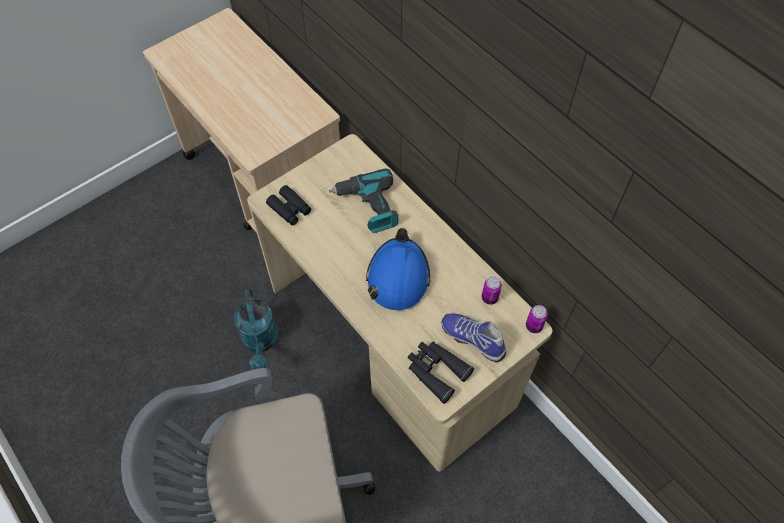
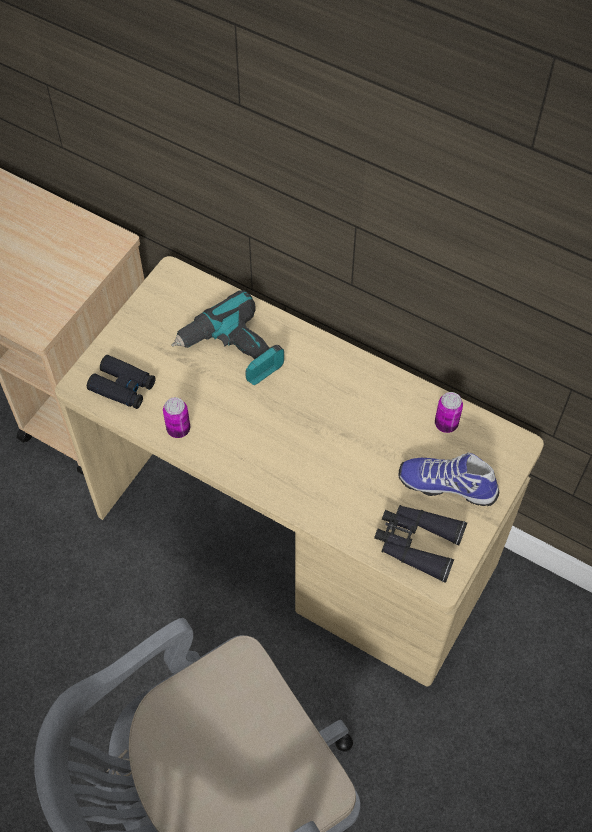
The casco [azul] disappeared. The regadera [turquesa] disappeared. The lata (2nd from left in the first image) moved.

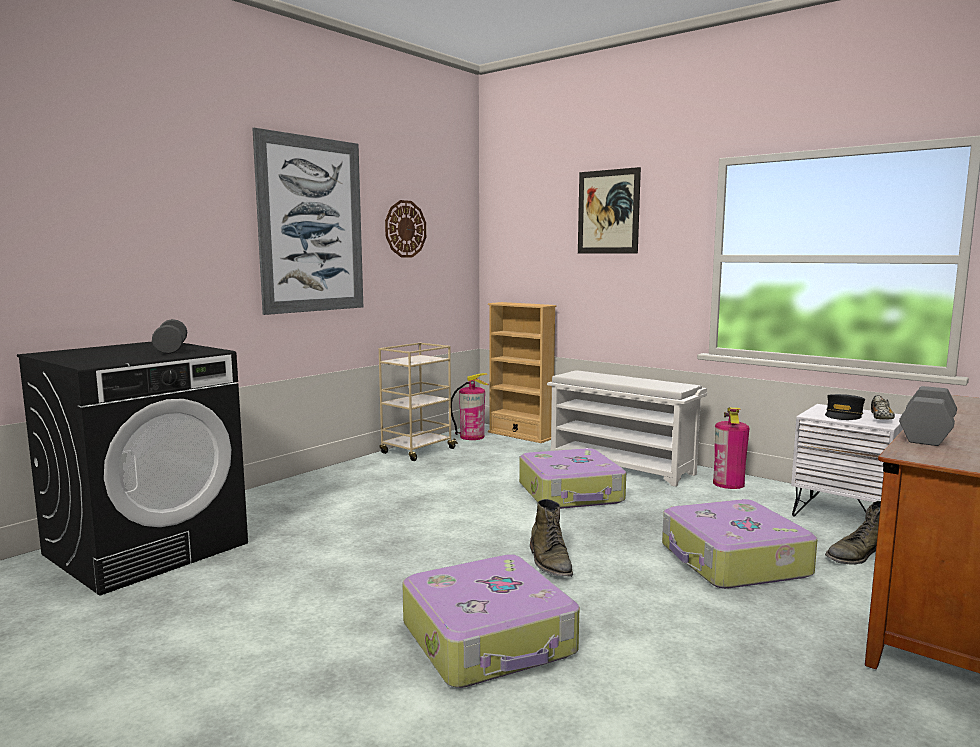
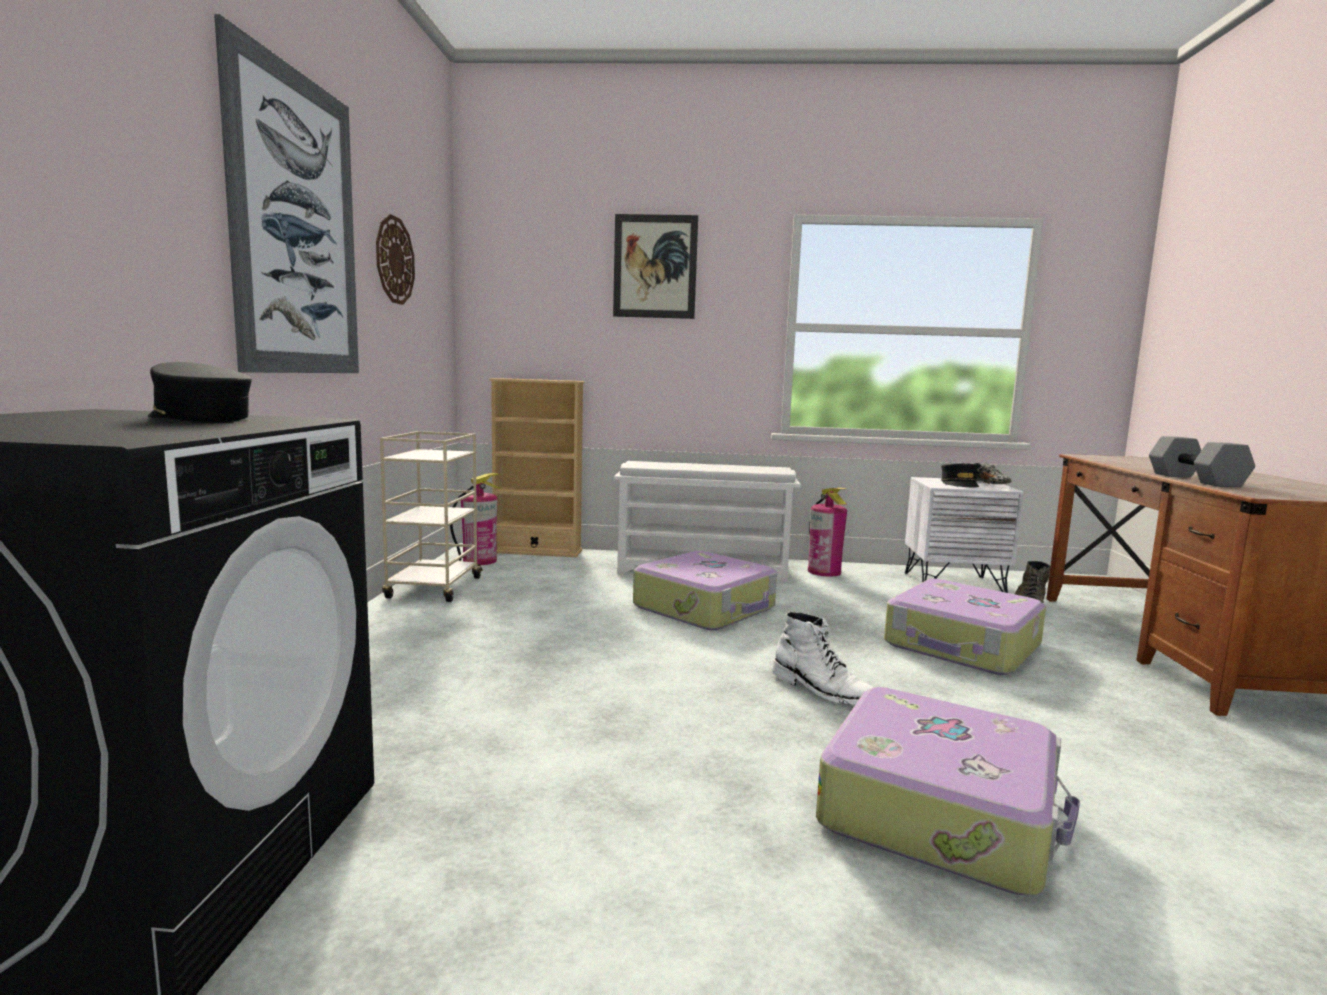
The mancuerna [gris] (1st from left) was replaced by the gorra [negro] (1st from left). The bota [verde] (1st from left) became the bota [blanco].

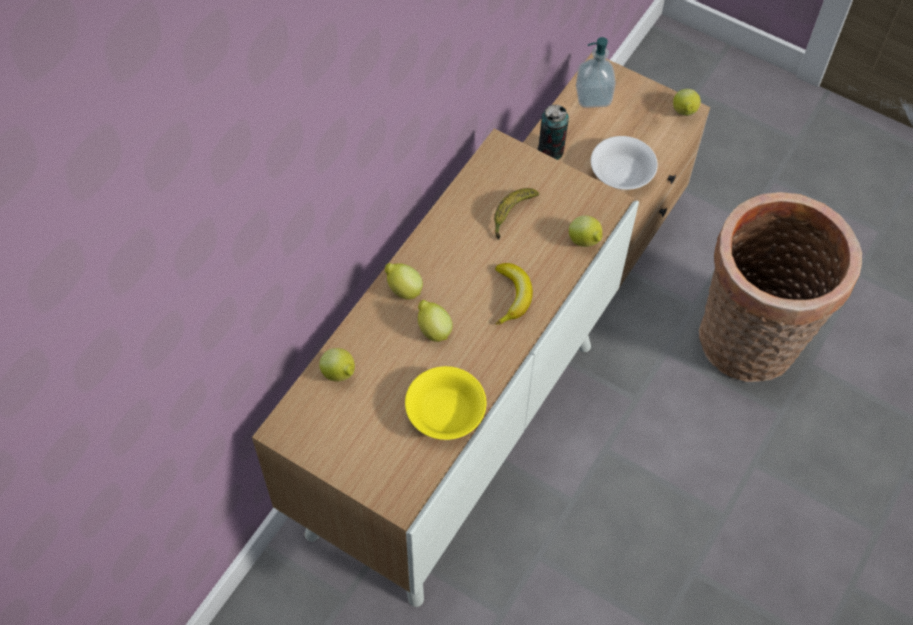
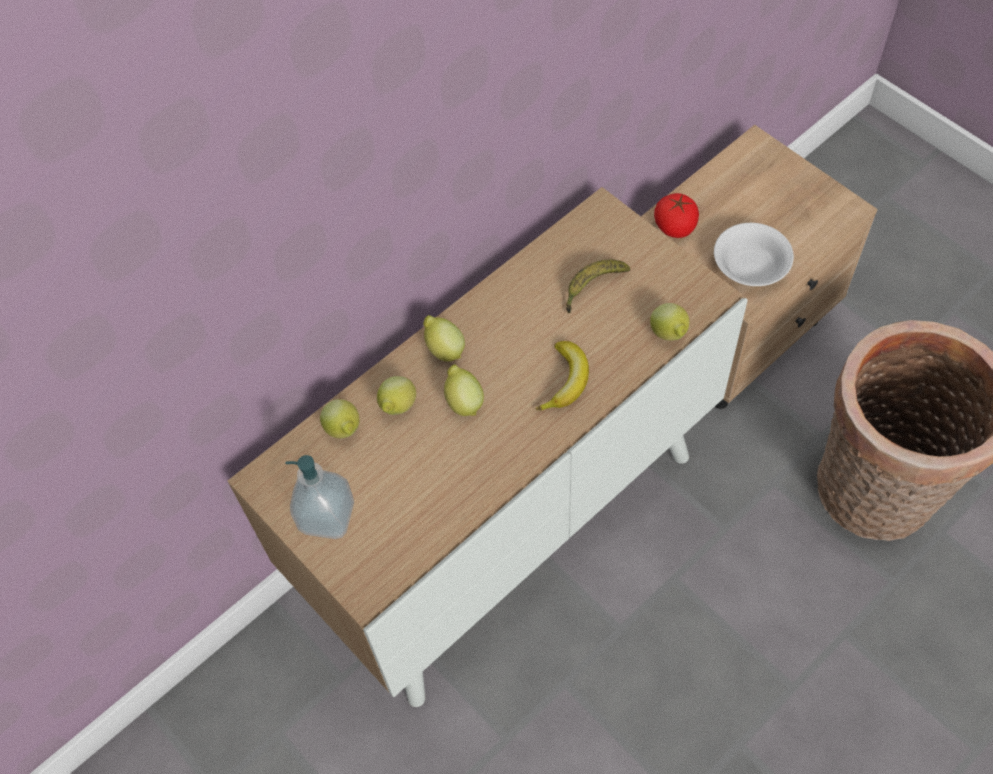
The dispensador de jabón moved. The limón (5th from left in the first image) moved. The lata was replaced by the tomate. The cuenco [amarillo] disappeared.

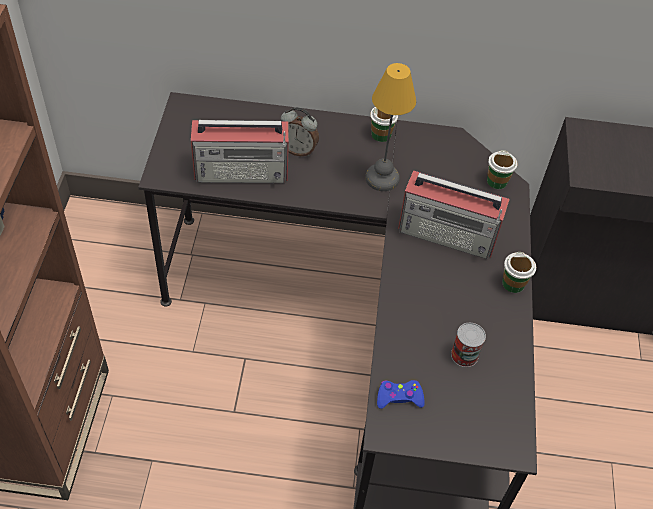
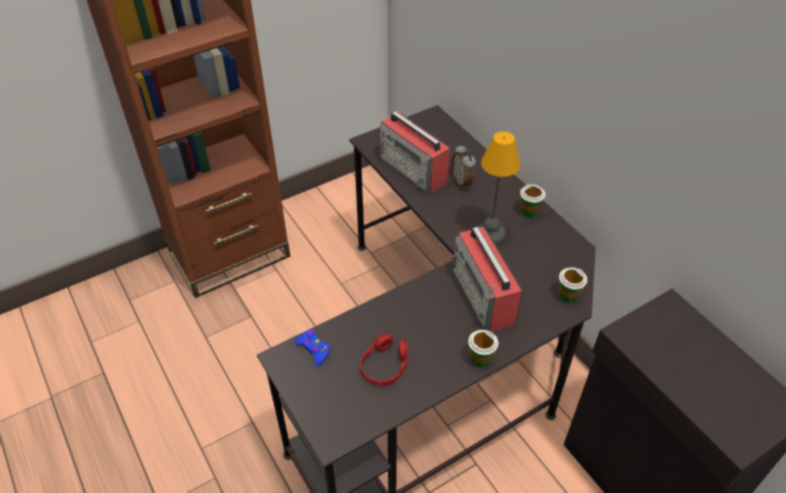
The lata was replaced by the auriculares [rojo].

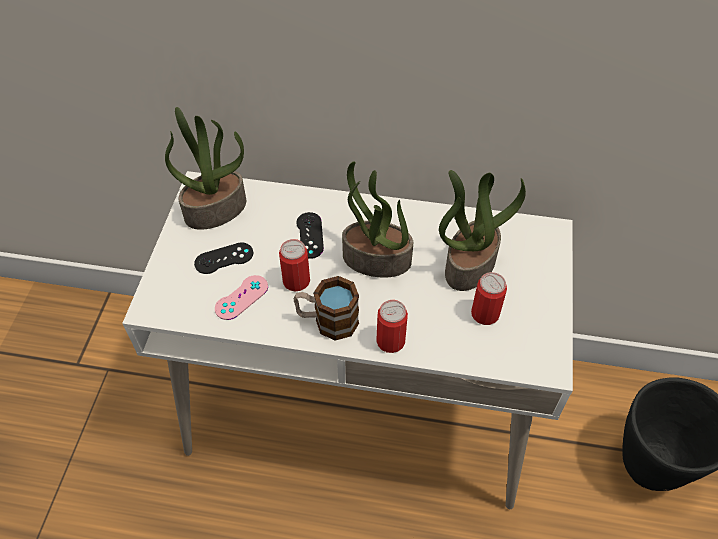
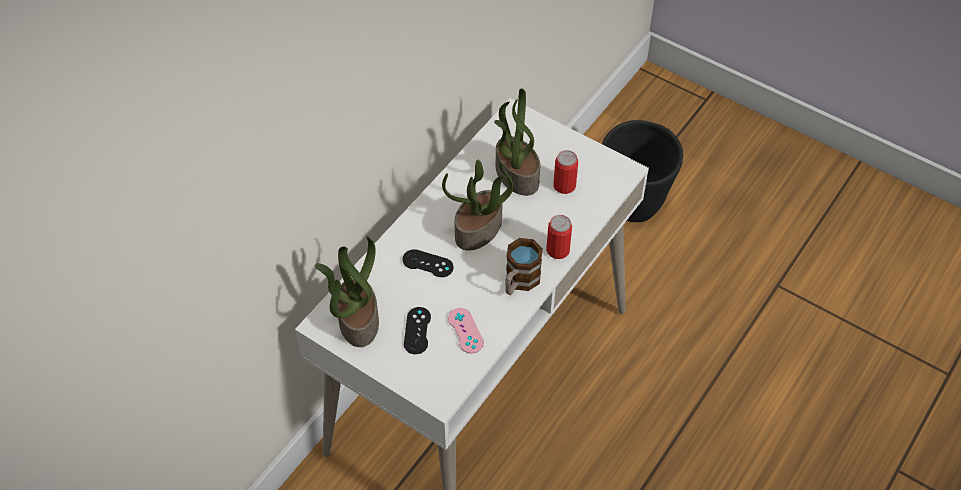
The lata (1st from left) disappeared.

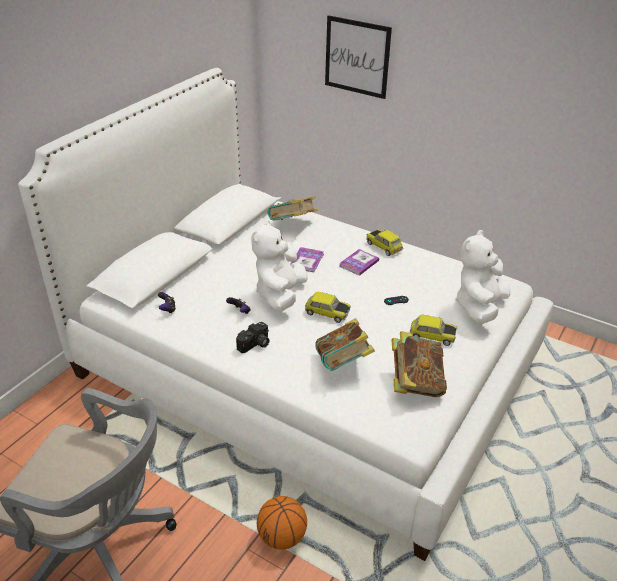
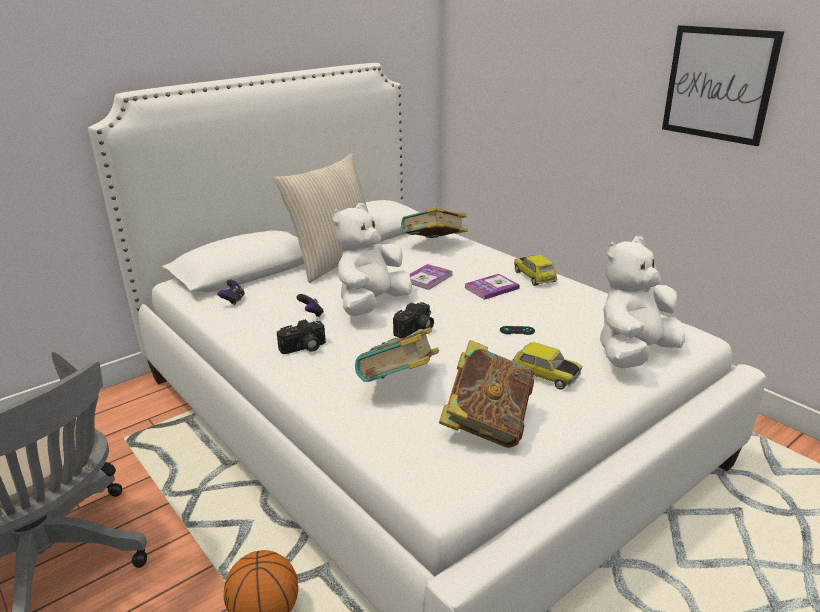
The cuadro moved. The coche de juguete (1st from left) was replaced by the cámara (2nd from left). The cojín [beis] appeared.

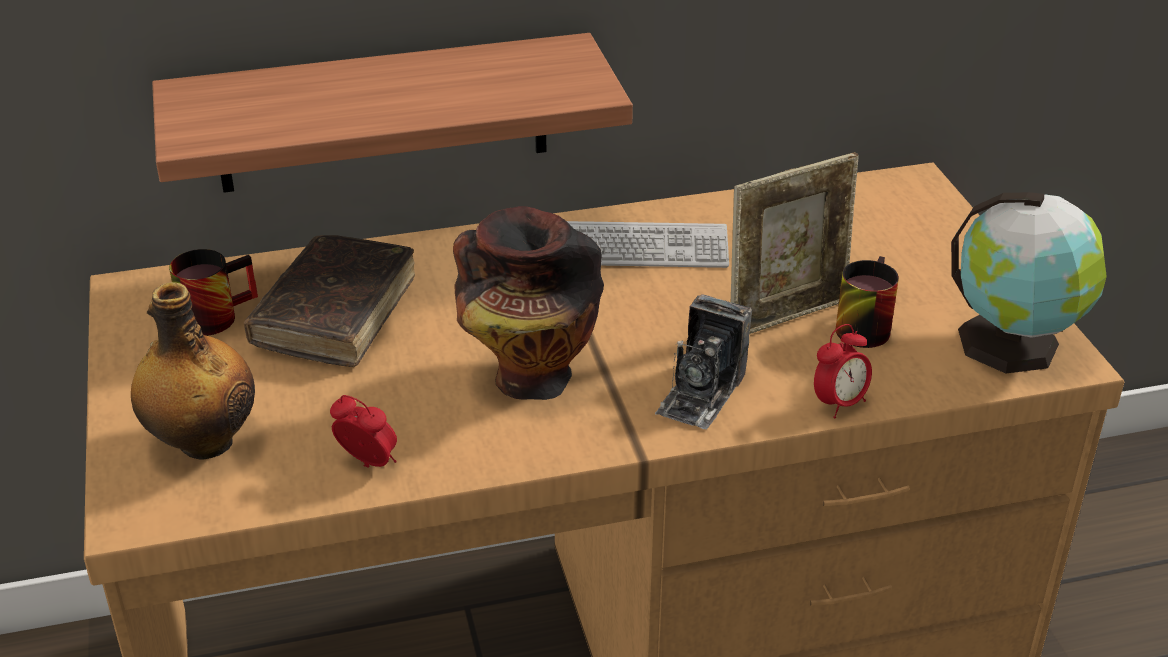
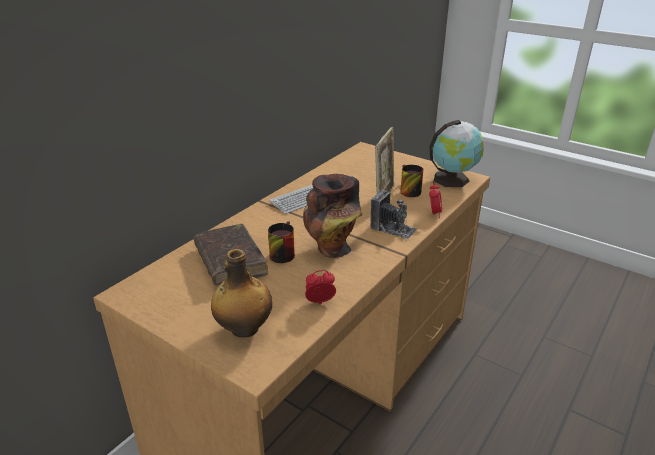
The estante disappeared. The taza grande (1st from left) moved. The cámara turned 45 degrees counterclockwise.

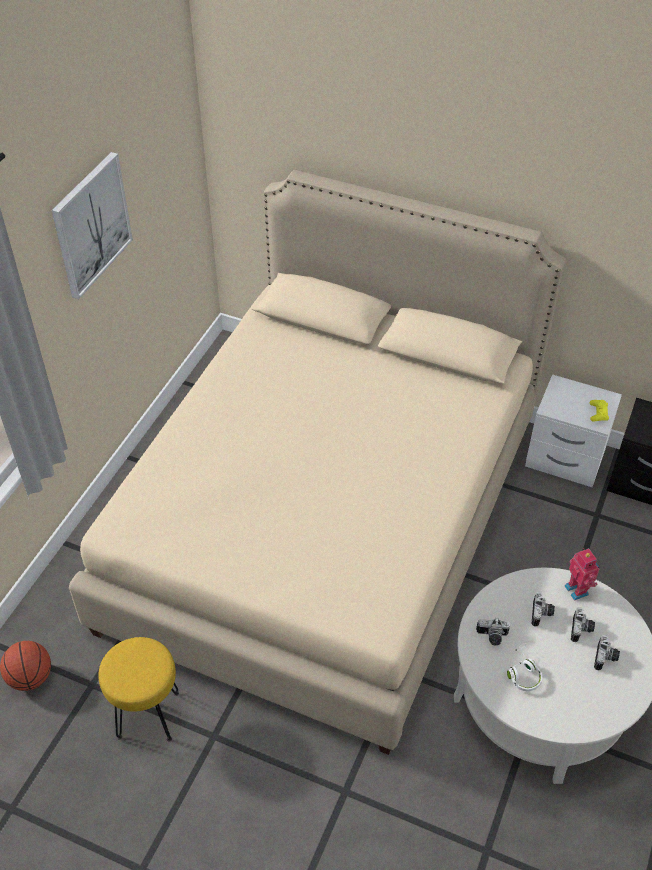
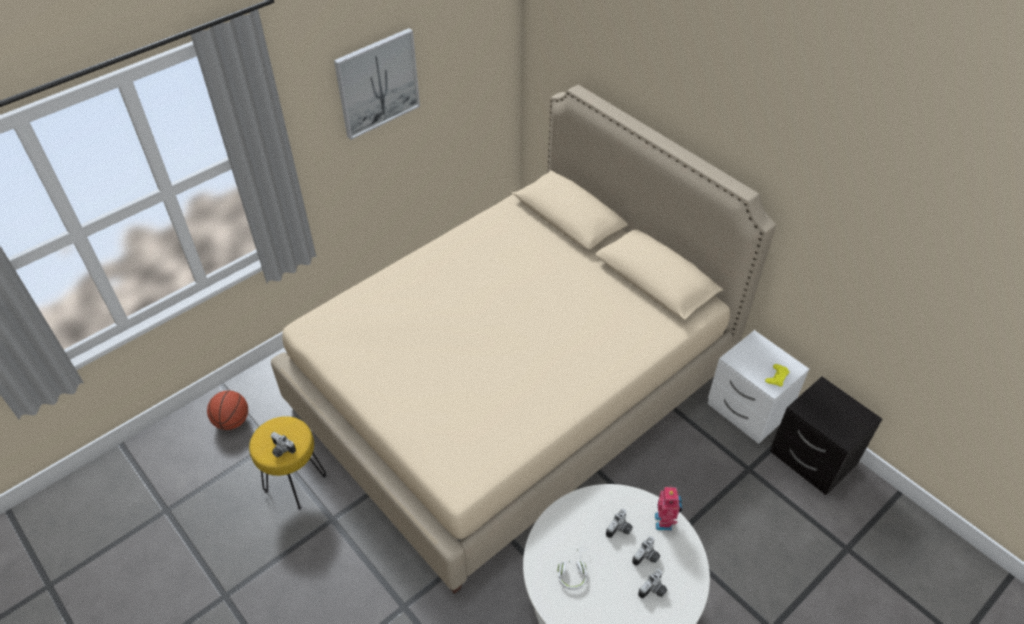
The cámara (1st from left) moved.

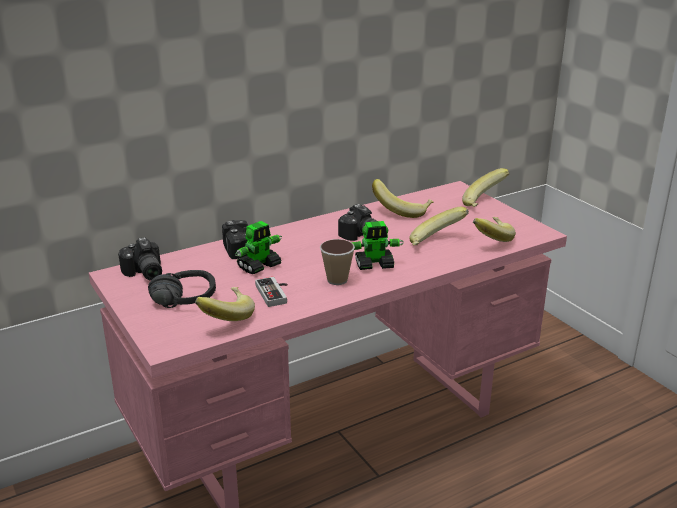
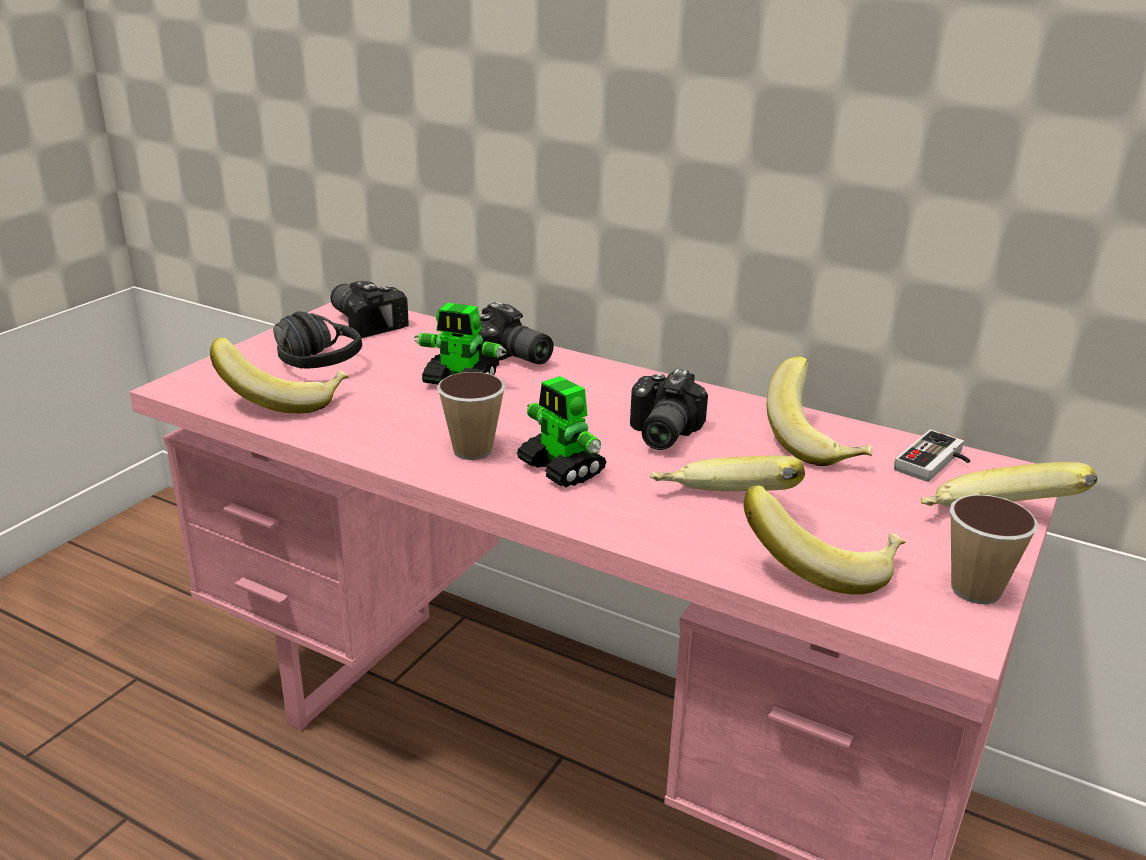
The cámara (1st from left) turned 105 degrees clockwise. The mando de consola moved. The taza (2nd from left) appeared.

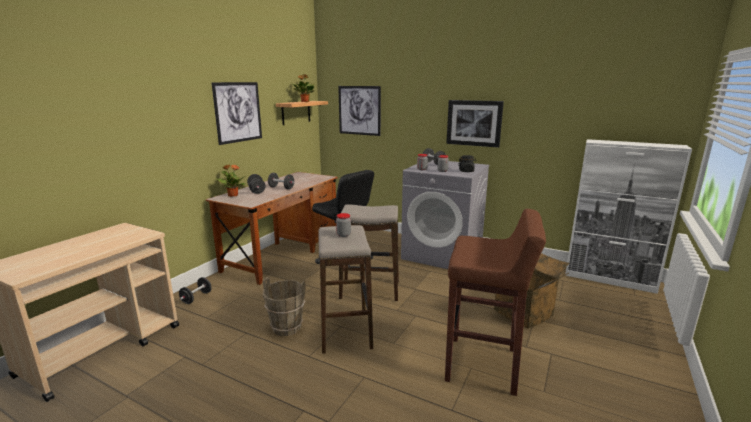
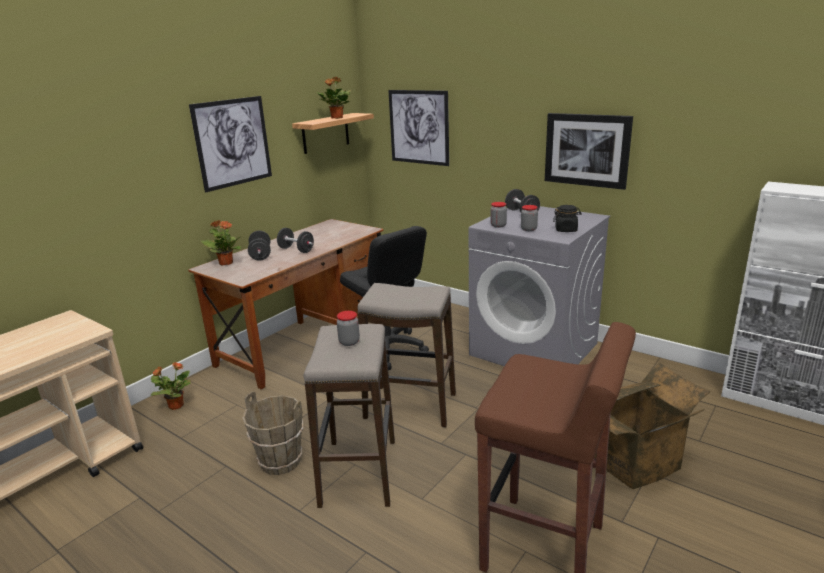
The mancuerna [negro] (1st from left) was replaced by the planta en maceta (1st from left).

